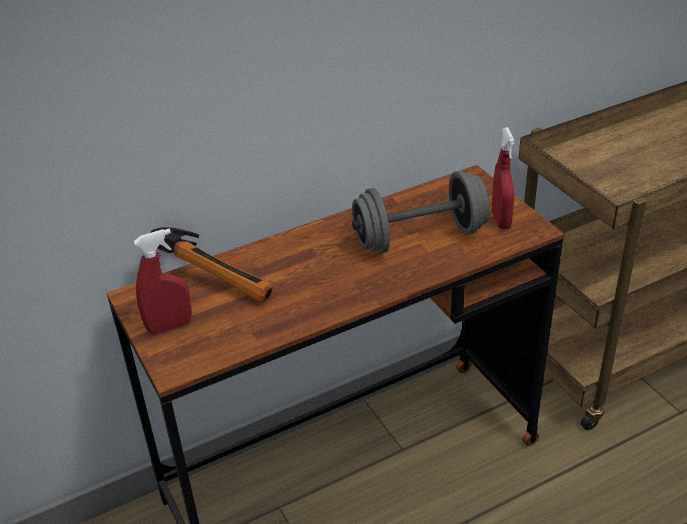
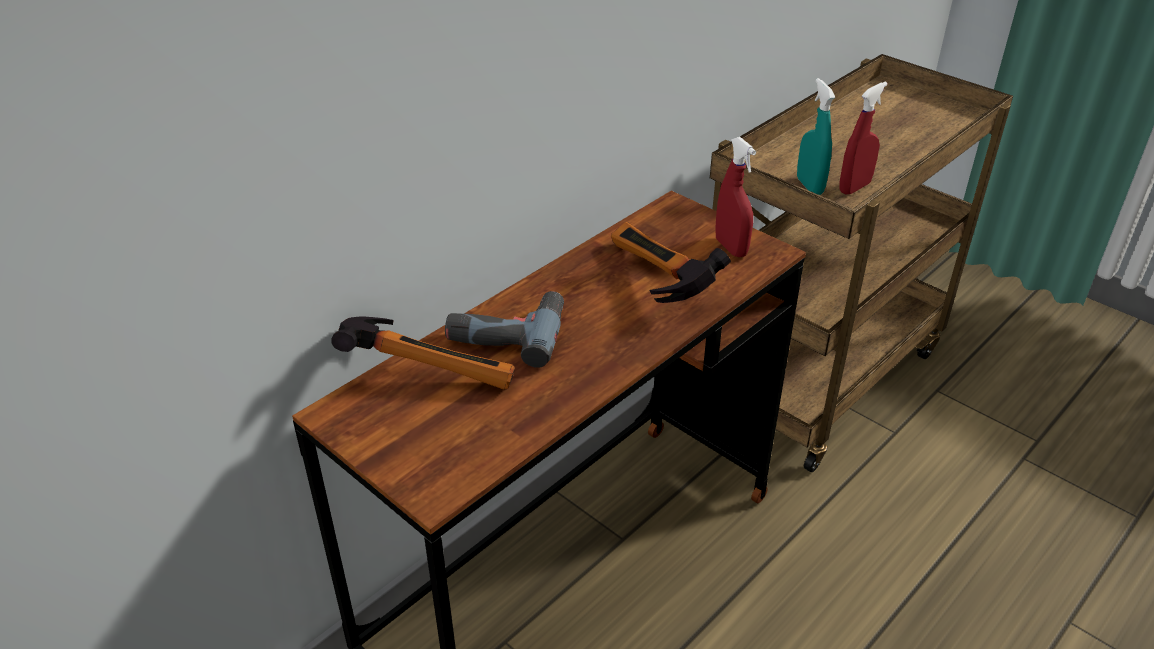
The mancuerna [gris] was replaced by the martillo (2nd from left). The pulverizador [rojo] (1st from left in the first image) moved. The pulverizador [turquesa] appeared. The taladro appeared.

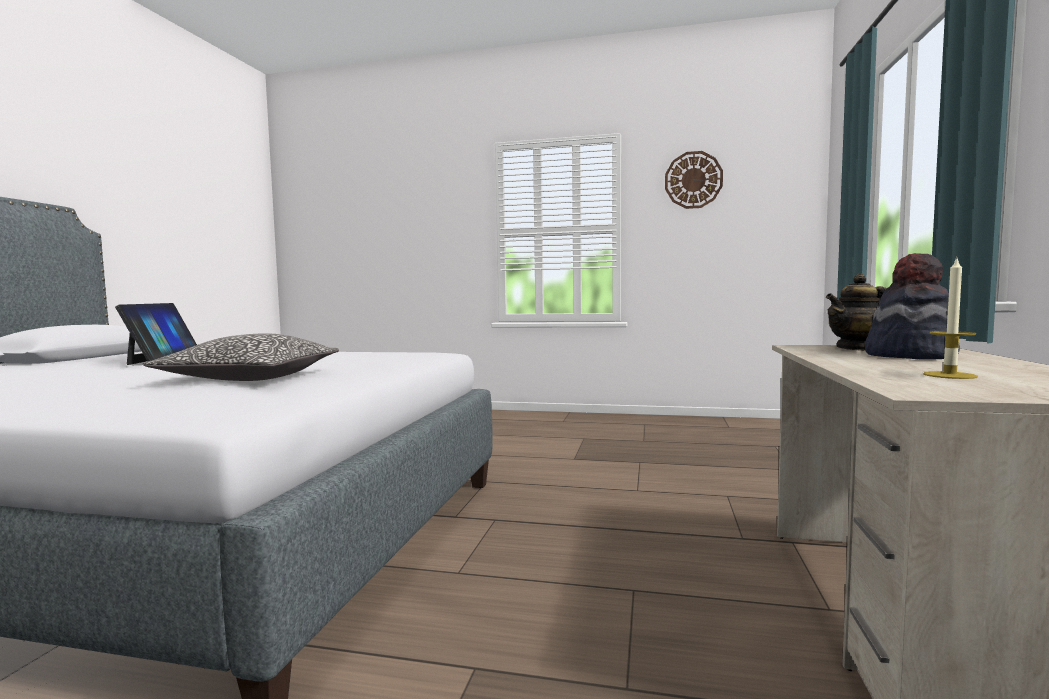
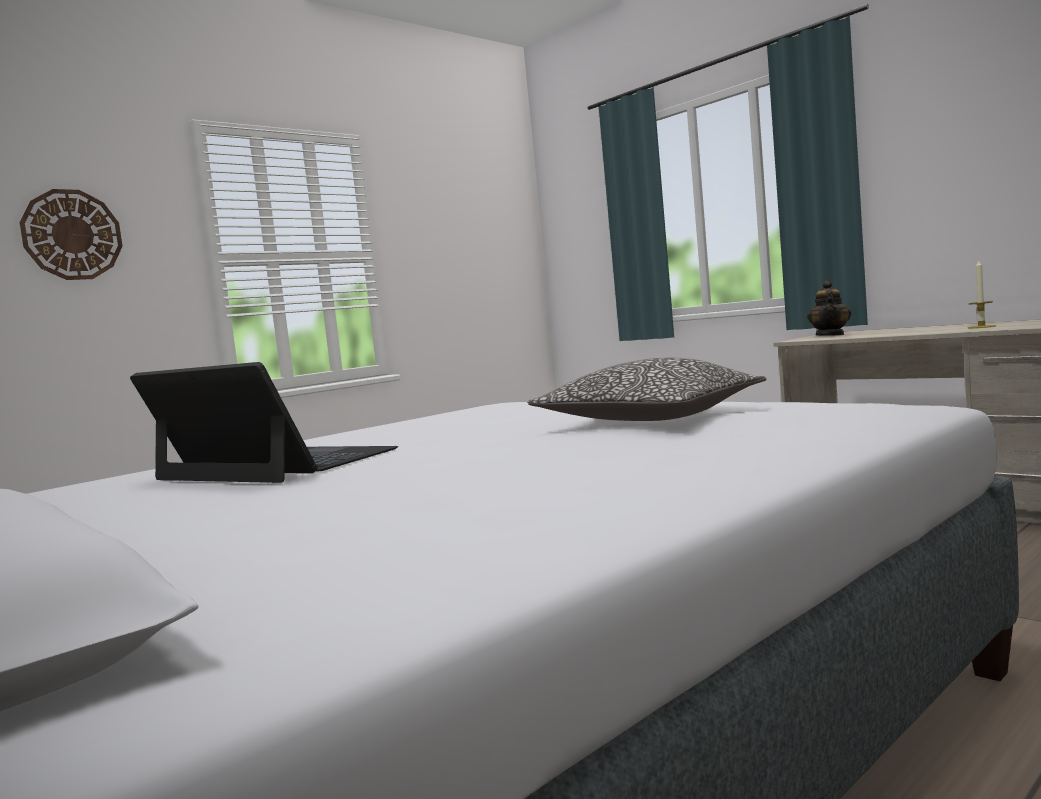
The reloj de pared moved. The sombrero disappeared.

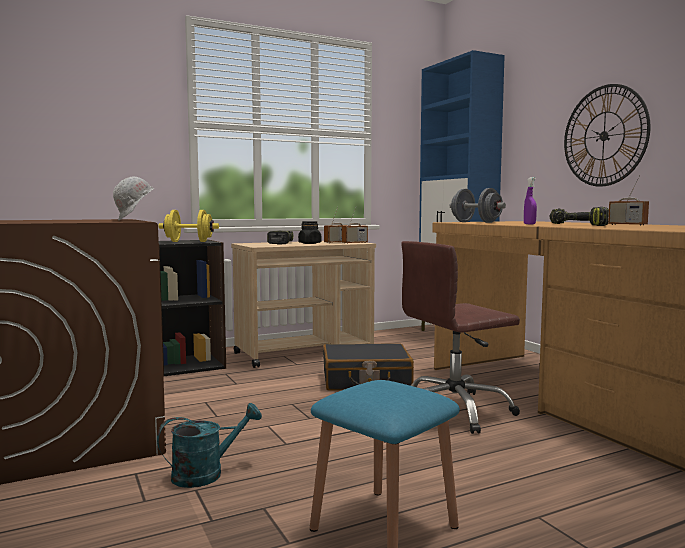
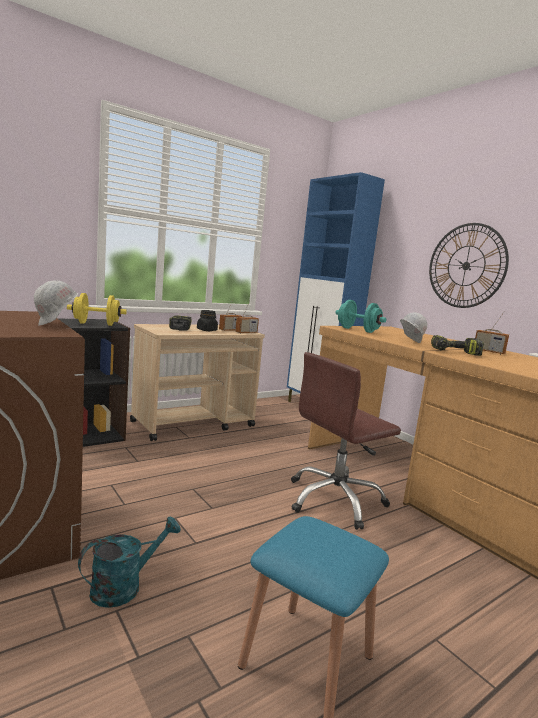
The pulverizador [morado] was replaced by the casco [blanco] (2nd from left). The mancuerna [gris] became the mancuerna [turquesa]. The maleta [negro] disappeared.

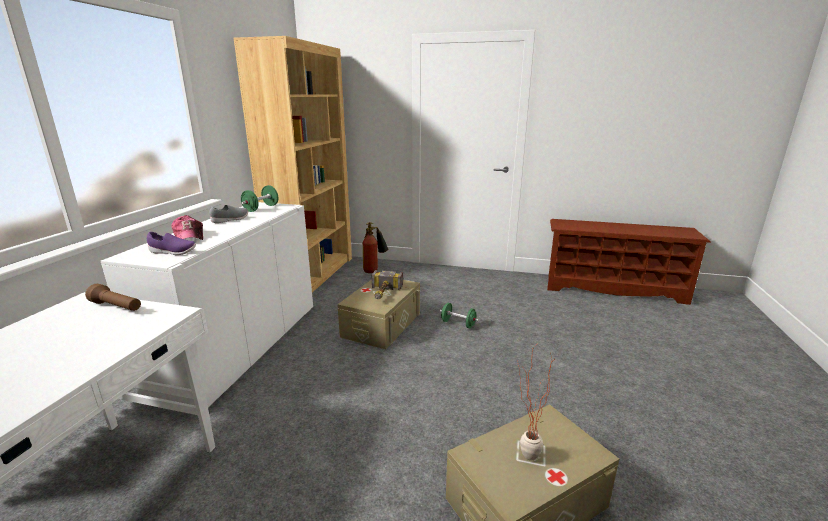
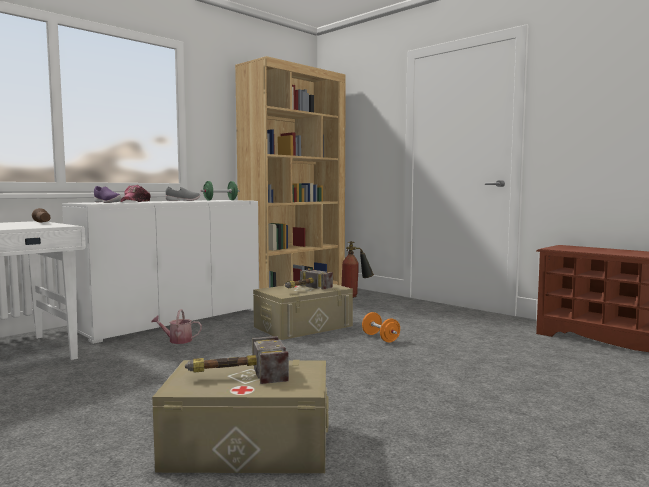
The mancuerna [verde] (2nd from left) became the mancuerna [naranja]. The planta en maceta was replaced by the martillo (1st from left). The regadera appeared.

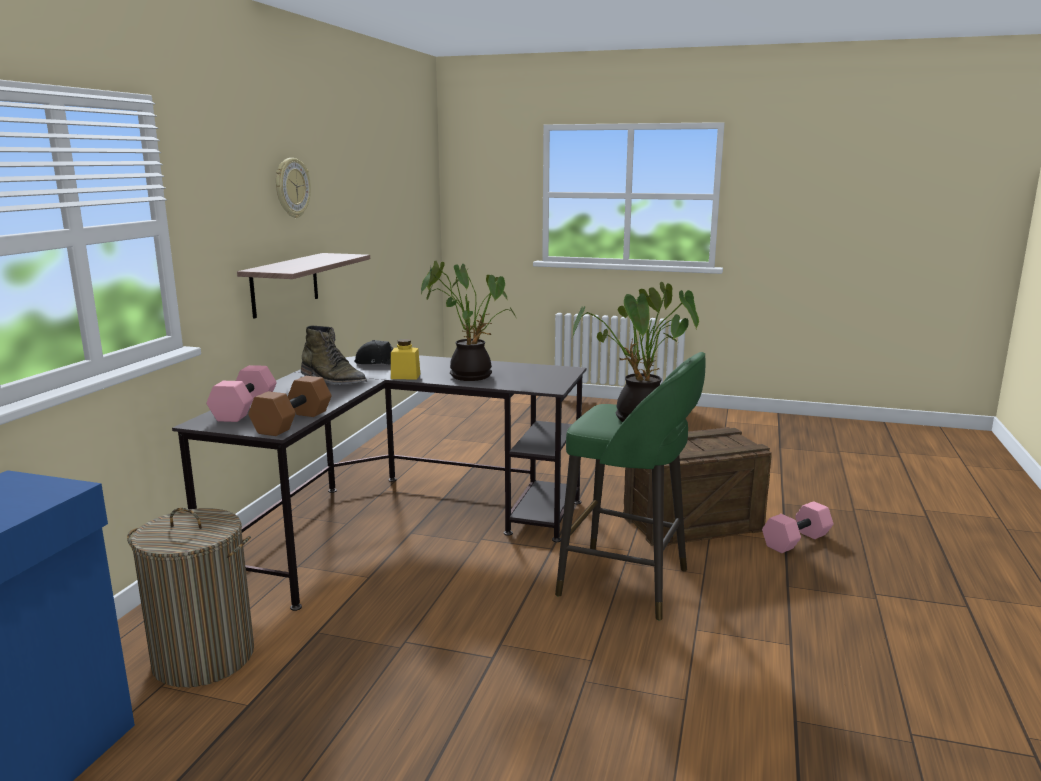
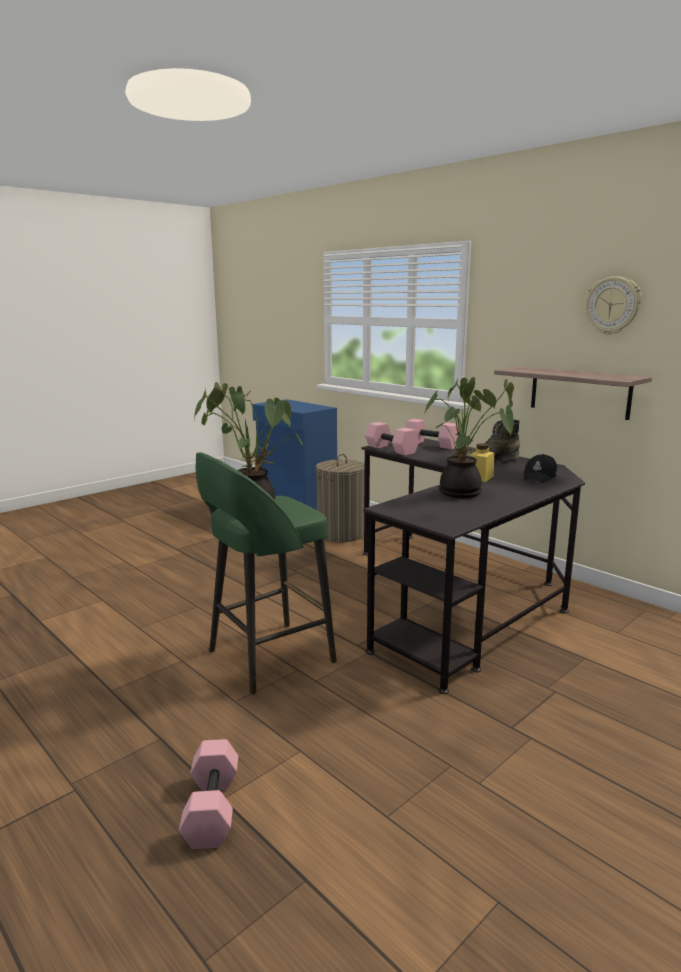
The mancuerna [marrón] became the mancuerna [rosa] (2nd from left). The caja de embalaje disappeared.

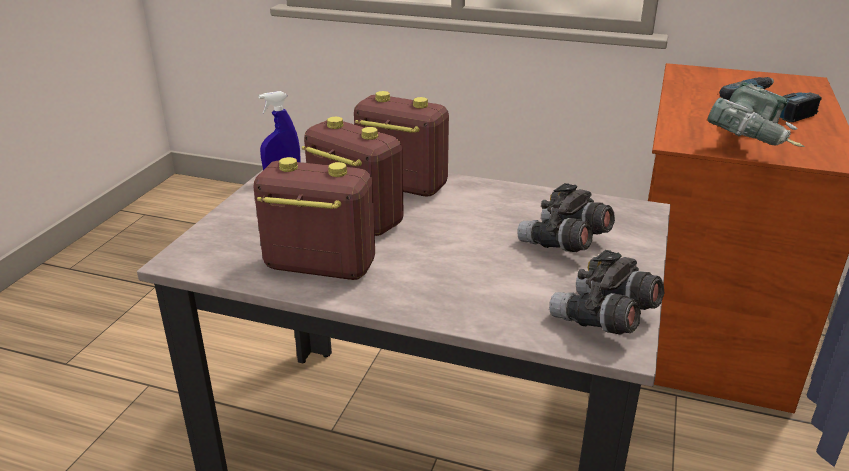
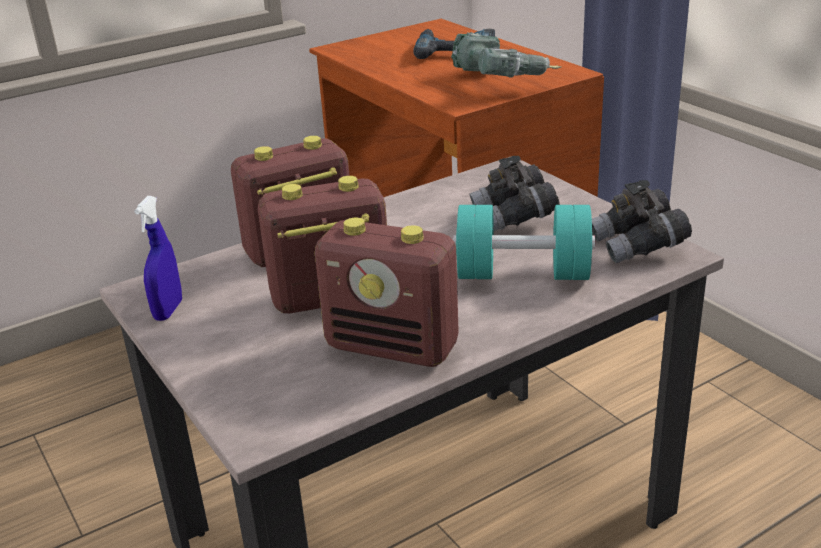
The radio (1st from left in the first image) turned 120 degrees counterclockwise. The mancuerna [turquesa] appeared.

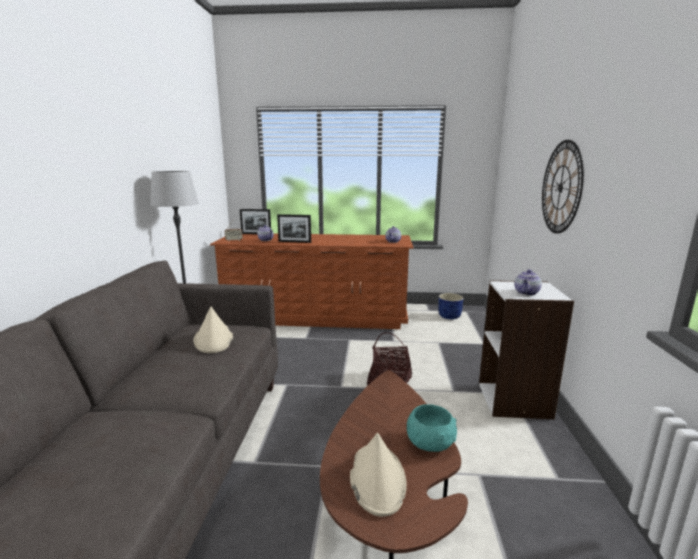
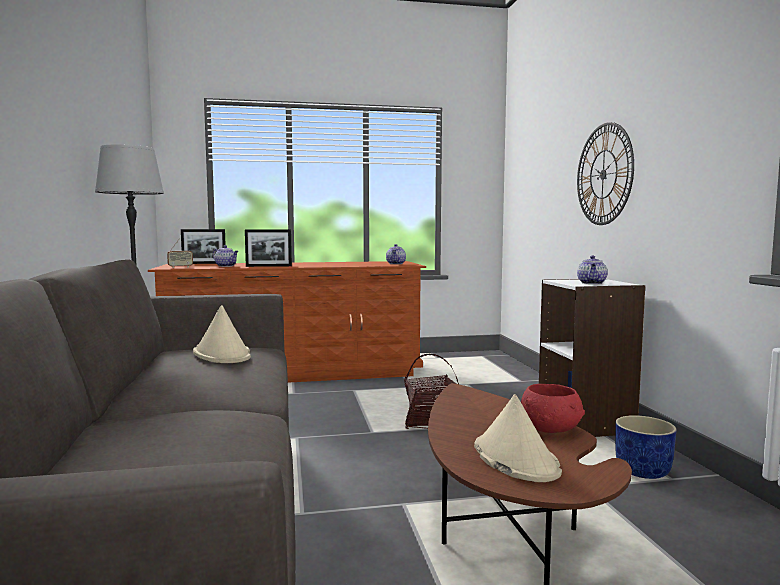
The maceta [azul] moved. The cuenco [turquesa] became the cuenco [rojo].

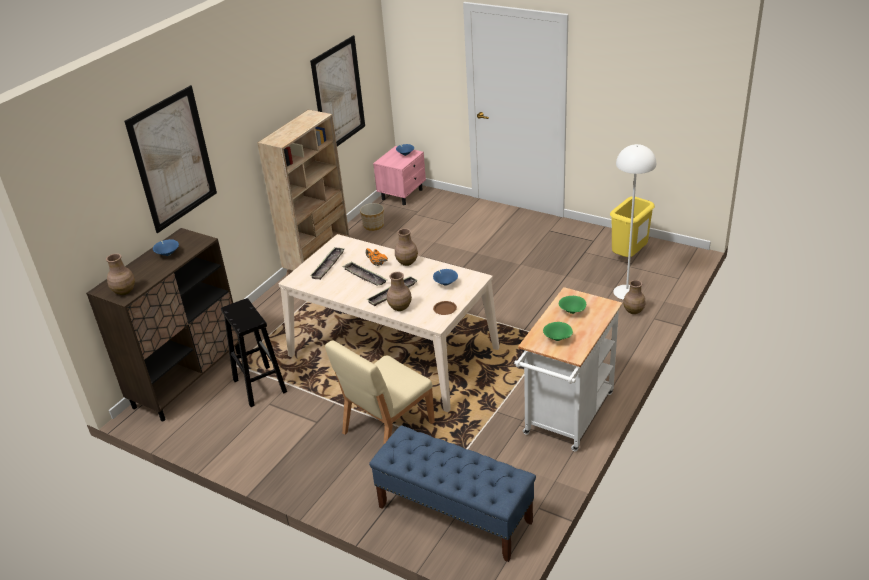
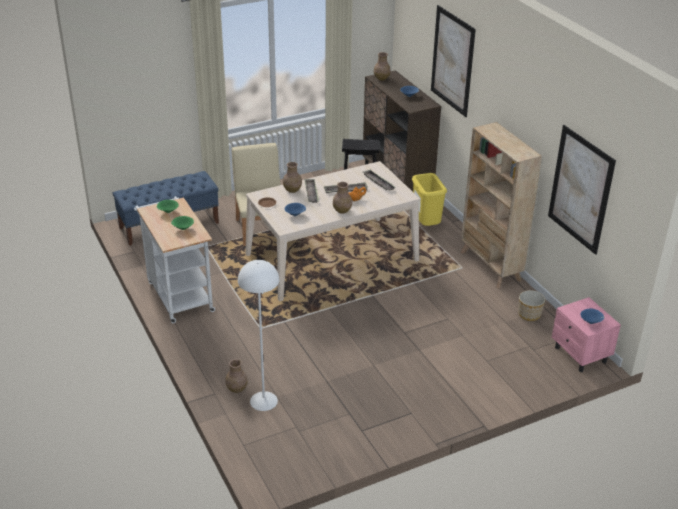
The papelera [amarillo] moved.

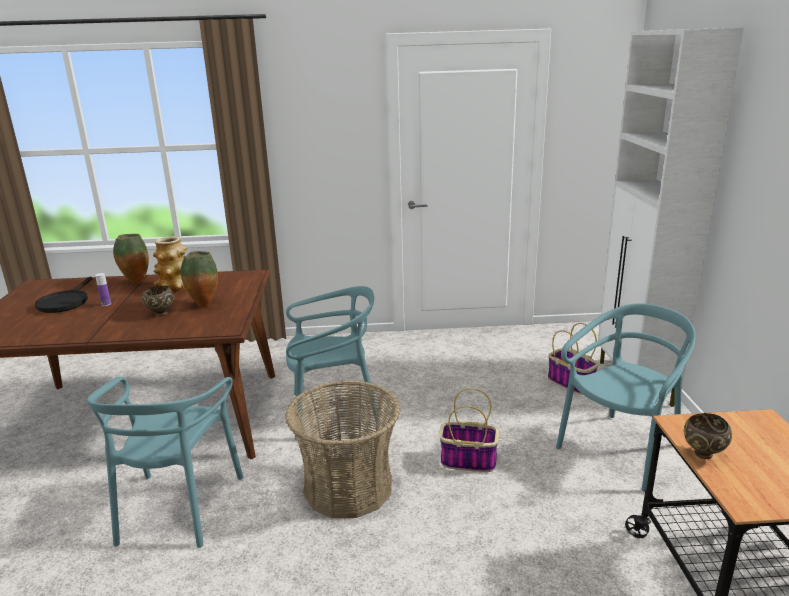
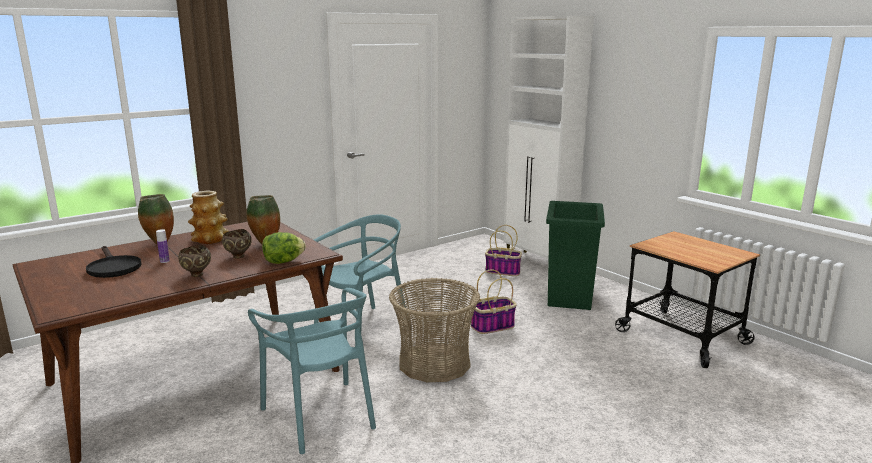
The silla [turquesa] (3rd from left) was replaced by the papelera [verde]. The cuenco [marrón] (2nd from left in the first image) moved. The lechuga appeared.

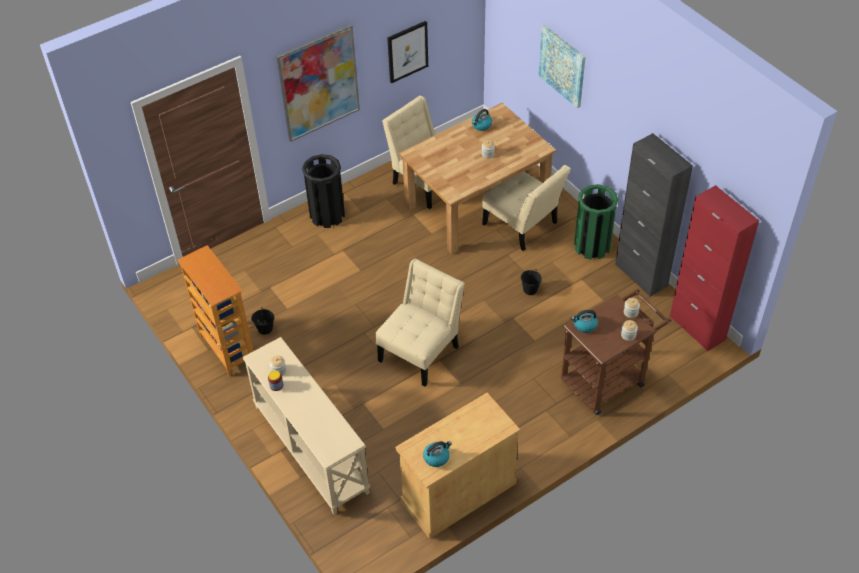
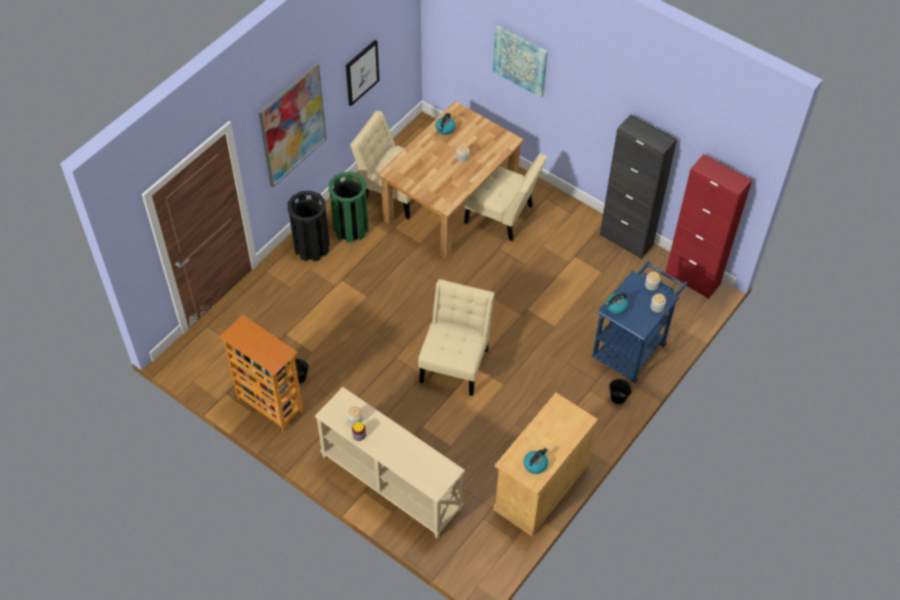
The papelera [verde] moved. The cubo [negro] (2nd from left) moved. The carrito [marrón] became the carrito [azul].

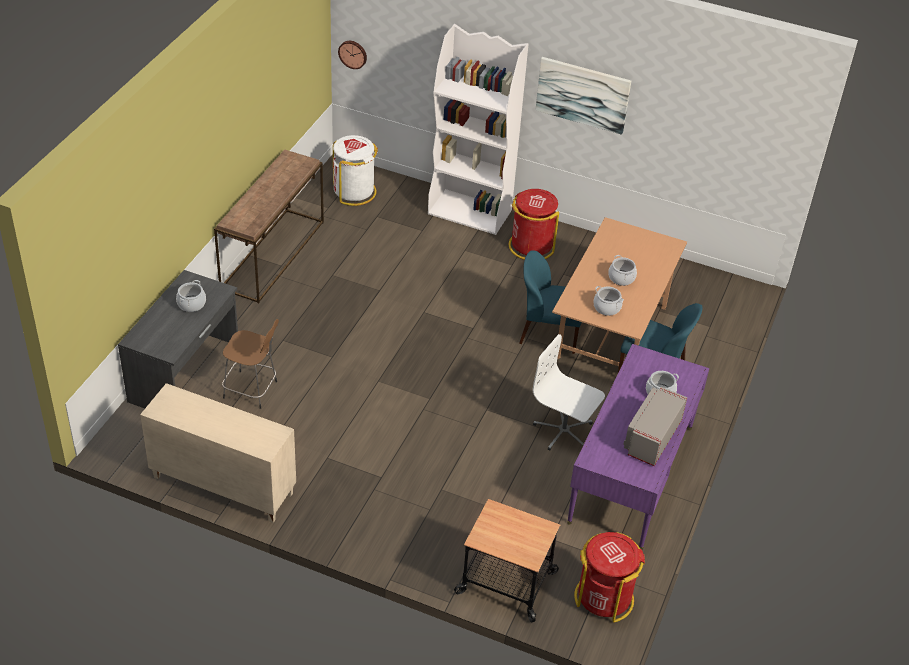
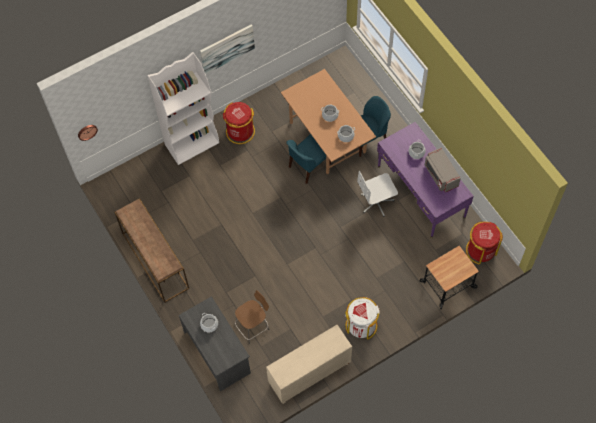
The papelera [blanco] moved.

